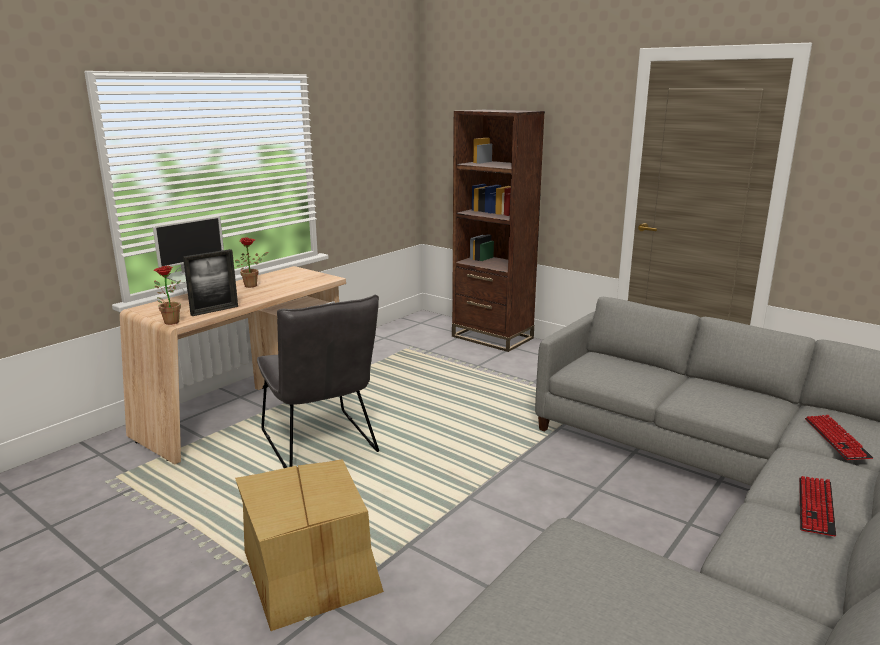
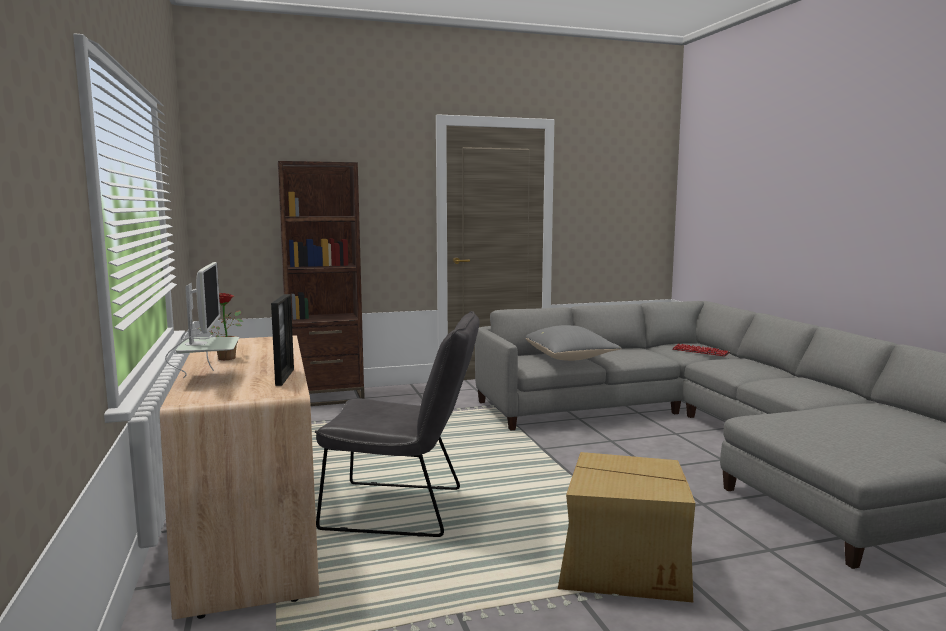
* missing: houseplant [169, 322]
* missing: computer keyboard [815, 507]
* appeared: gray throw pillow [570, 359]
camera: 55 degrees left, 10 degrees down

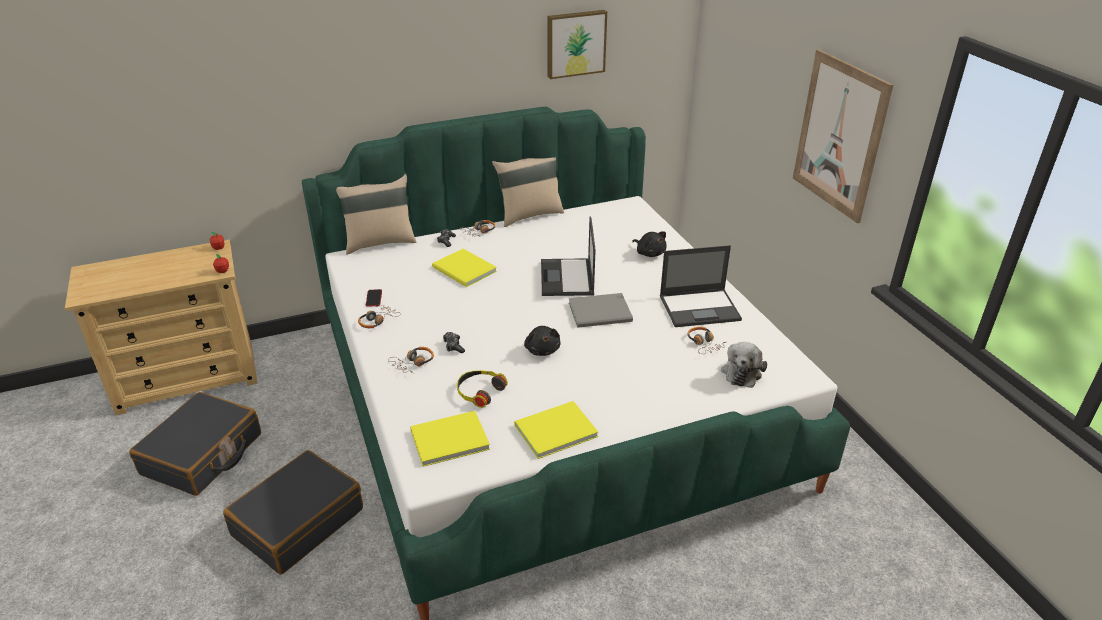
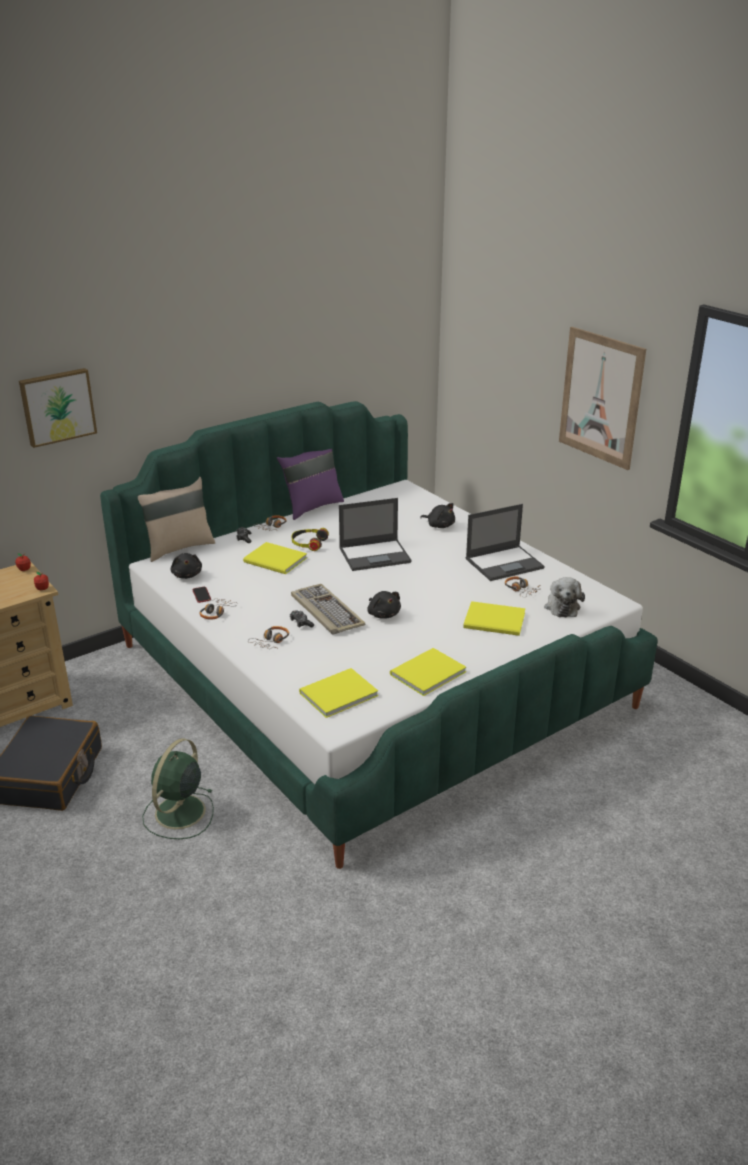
* relocated: wall picture [575, 43] to [57, 406]
* colour: beige throw pillow [529, 214] to purple-coloured throw pillow [312, 507]
* spun: laptop [567, 278] = [375, 555] 90 degrees counterclockwise
* missing: gray book [602, 313]
* relocated: pair of headphones [479, 391] to [308, 543]
* exchanged: black suitcase [298, 522] to greenish fan [179, 813]
* appeared: black plush toy [187, 575]
* appeared: computer keyboard [325, 611]
* appeared: yellow book [496, 621]
camera: 15 degrees left, 5 degrees down

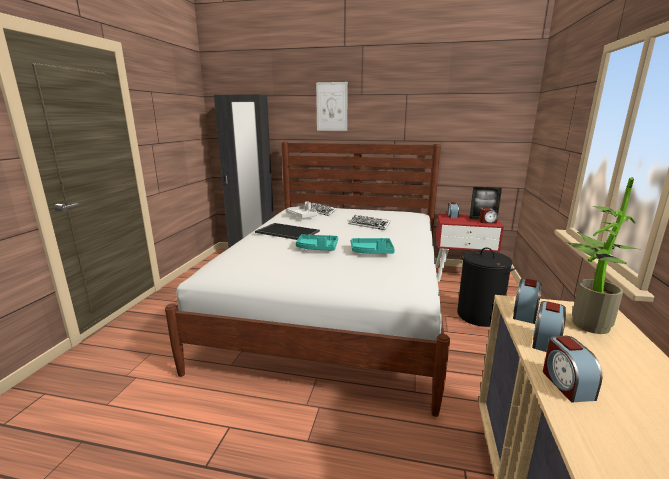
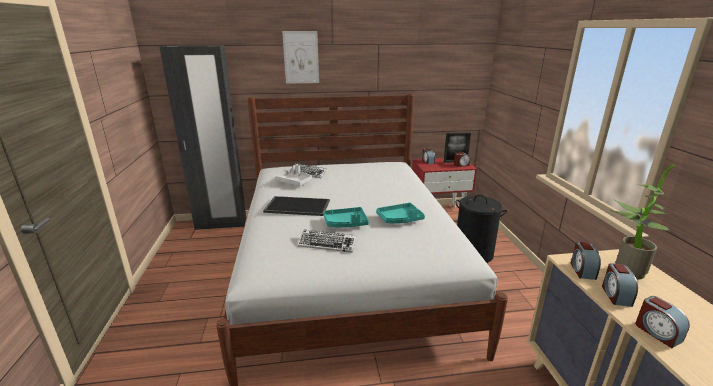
* relocated: computer keyboard [369, 225] to [327, 244]
camera: 20 degrees left, 5 degrees up

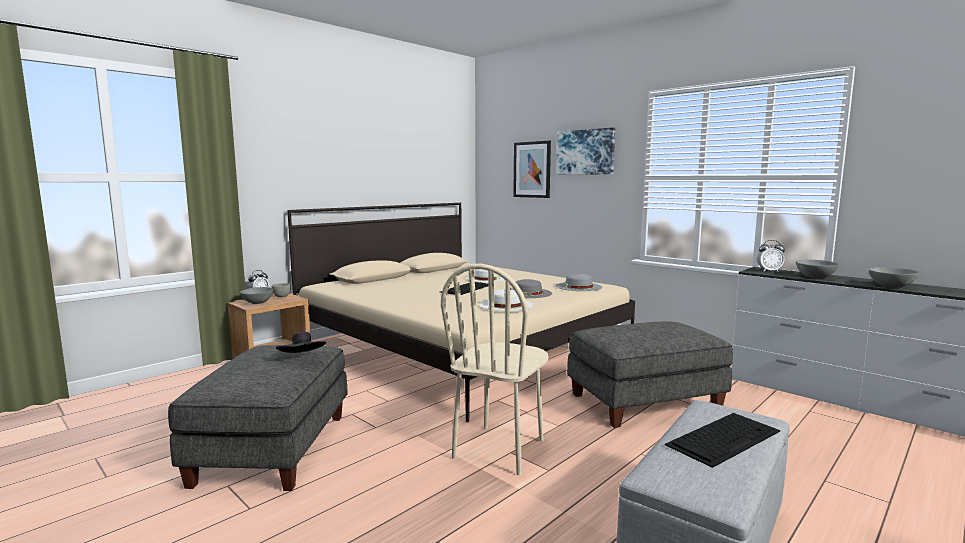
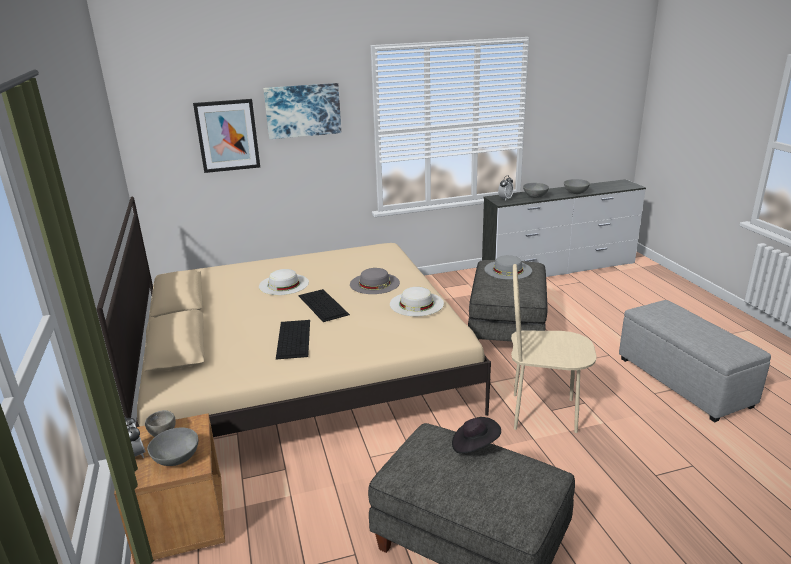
* spun: beige upright chair [499, 449] = [543, 413] 135 degrees clockwise
* relocated: gray hat [578, 286] to [508, 270]
* relocated: computer keyboard [724, 437] to [293, 338]
camera: 60 degrees left, 15 degrees up

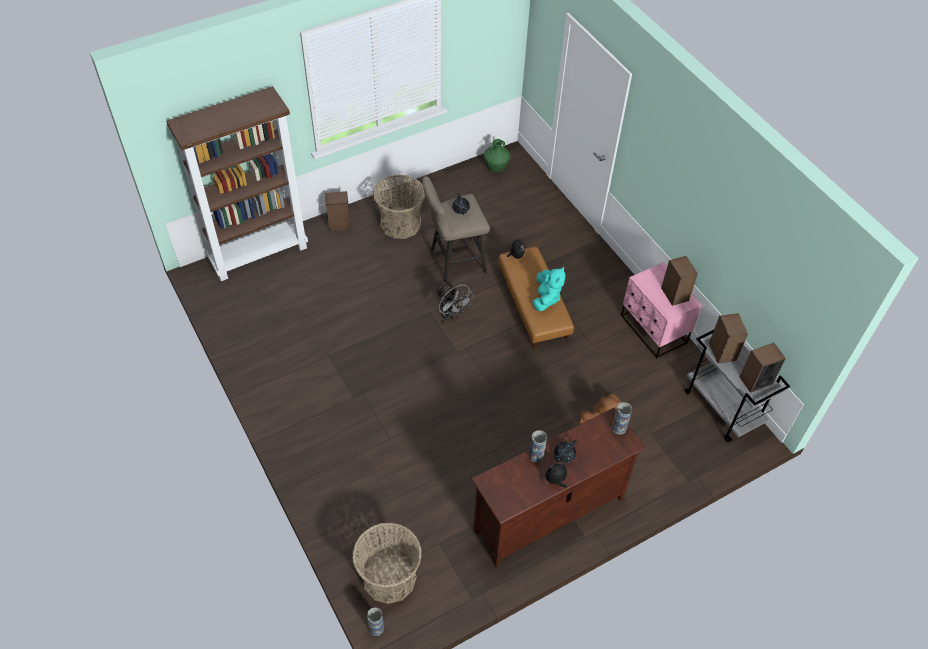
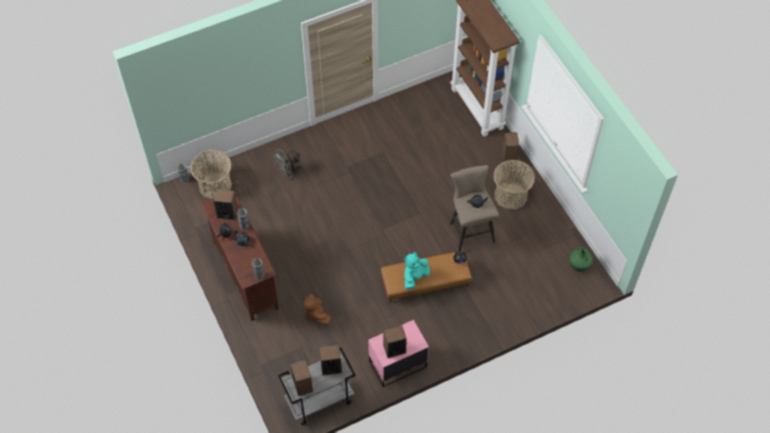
* spun: turquoise plush toy [546, 298] = [415, 277] 120 degrees clockwise
* relocated: gray fan [451, 316] to [289, 173]
* appeared: speaker [227, 213]
camera: 95 degrees right, 5 degrees up

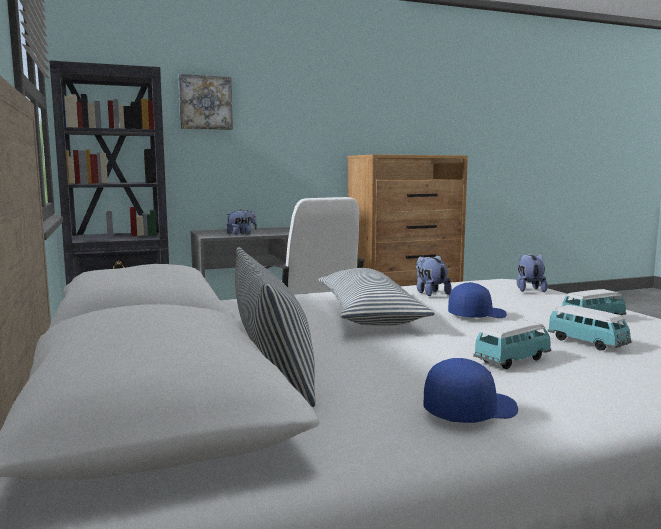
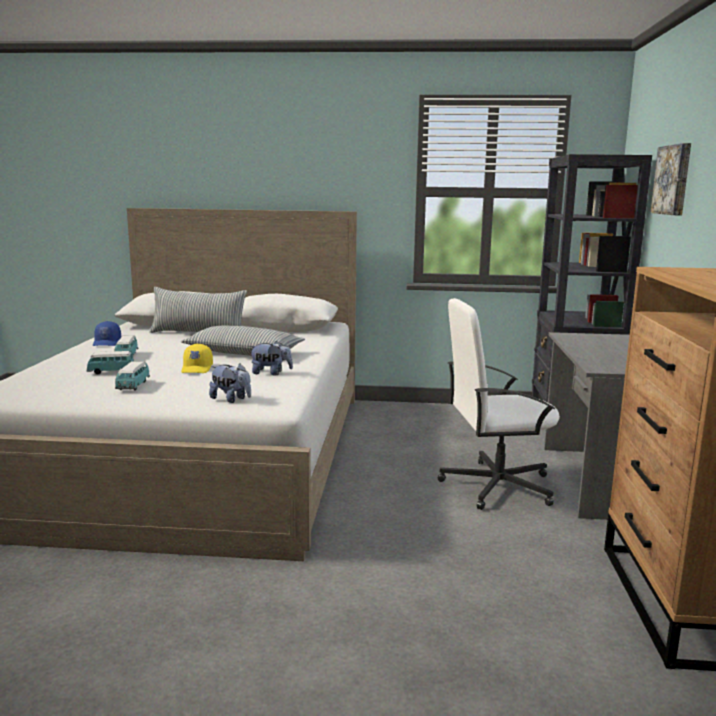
* missing: plush toy [242, 234]
* colour: bluish cap [476, 315] to yellow cap [197, 368]
camera: 115 degrees right, 5 degrees up

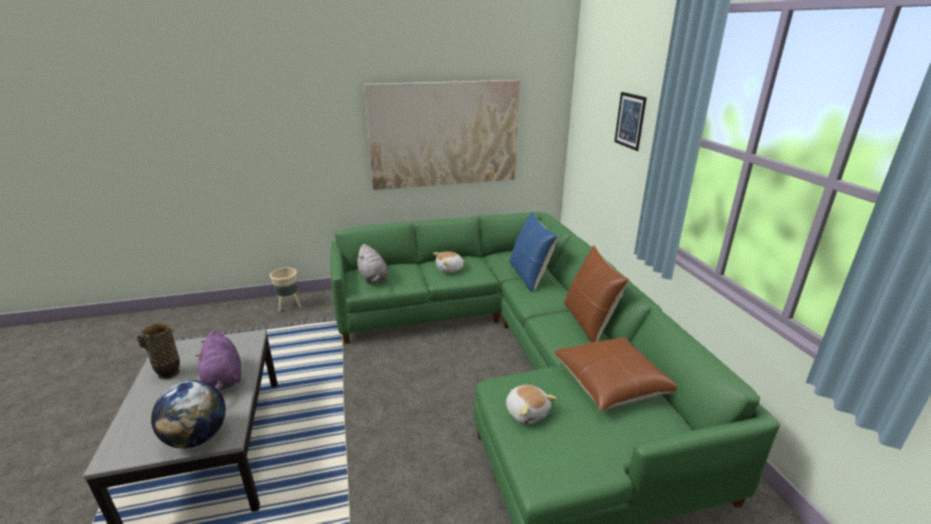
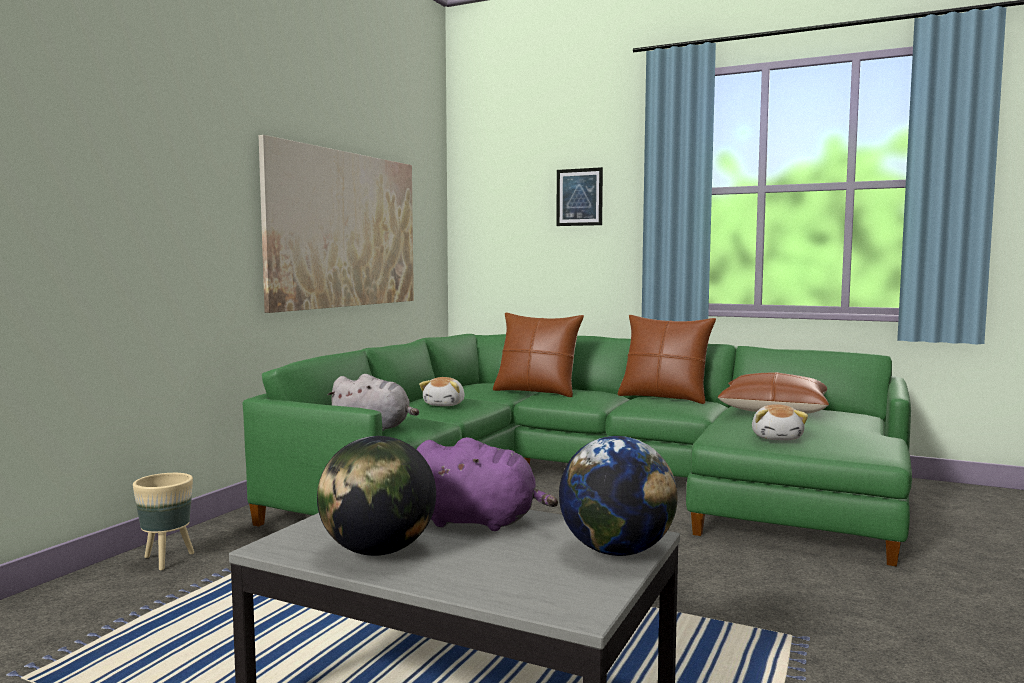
* colour: bluish throw pillow [529, 276] to brown throw pillow [536, 392]
* exchanged: flower vase [169, 373] to globe [378, 551]
* spun: plush toy [527, 412] = [777, 438] 90 degrees clockwise
camera: 50 degrees left, 20 degrees down

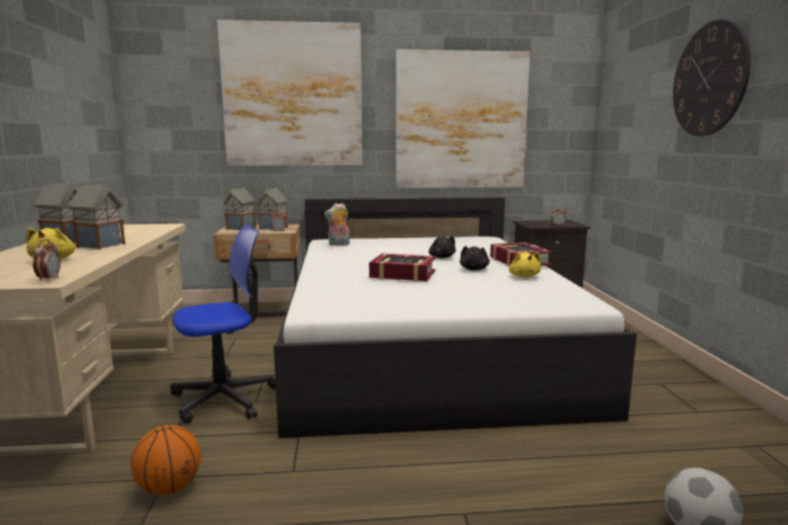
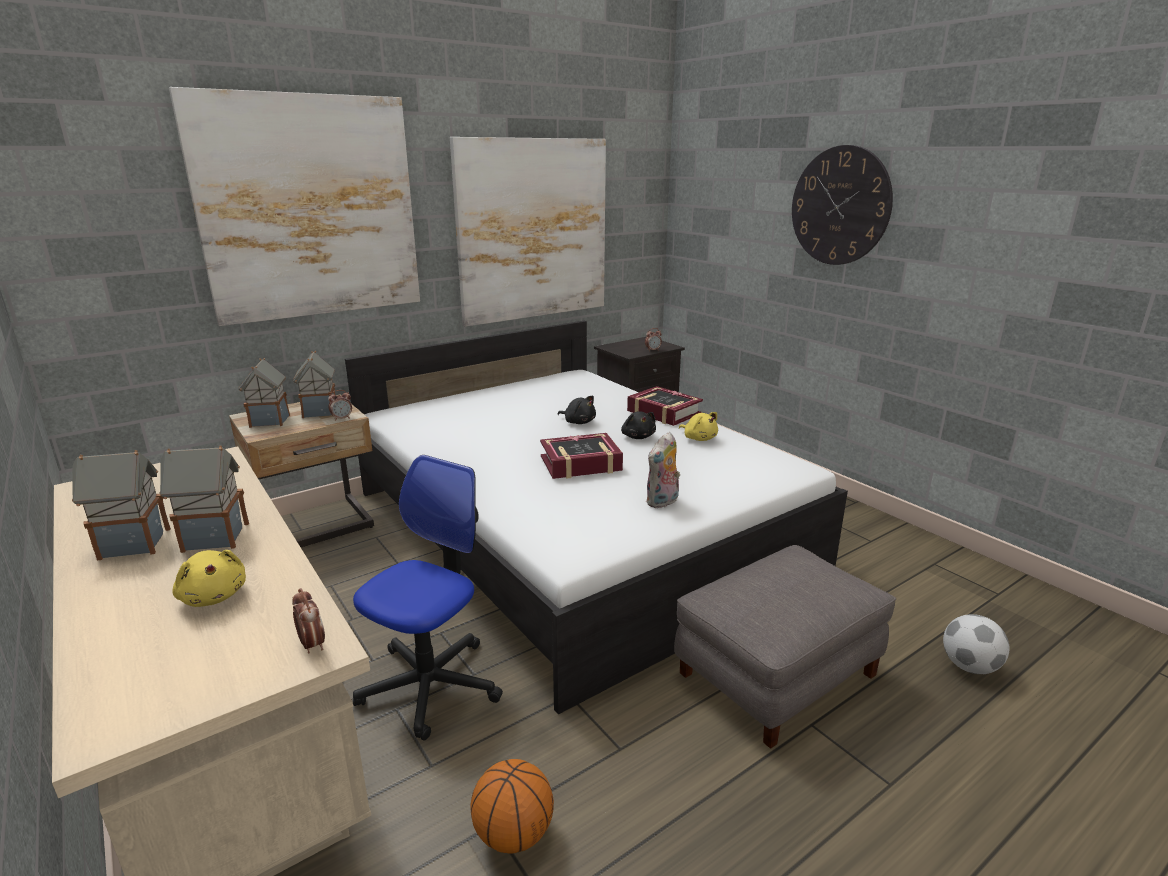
* relocated: plush toy [338, 245] to [663, 502]
* appeared: gray ottoman [776, 673]
camera: 30 degrees left, 10 degrees up

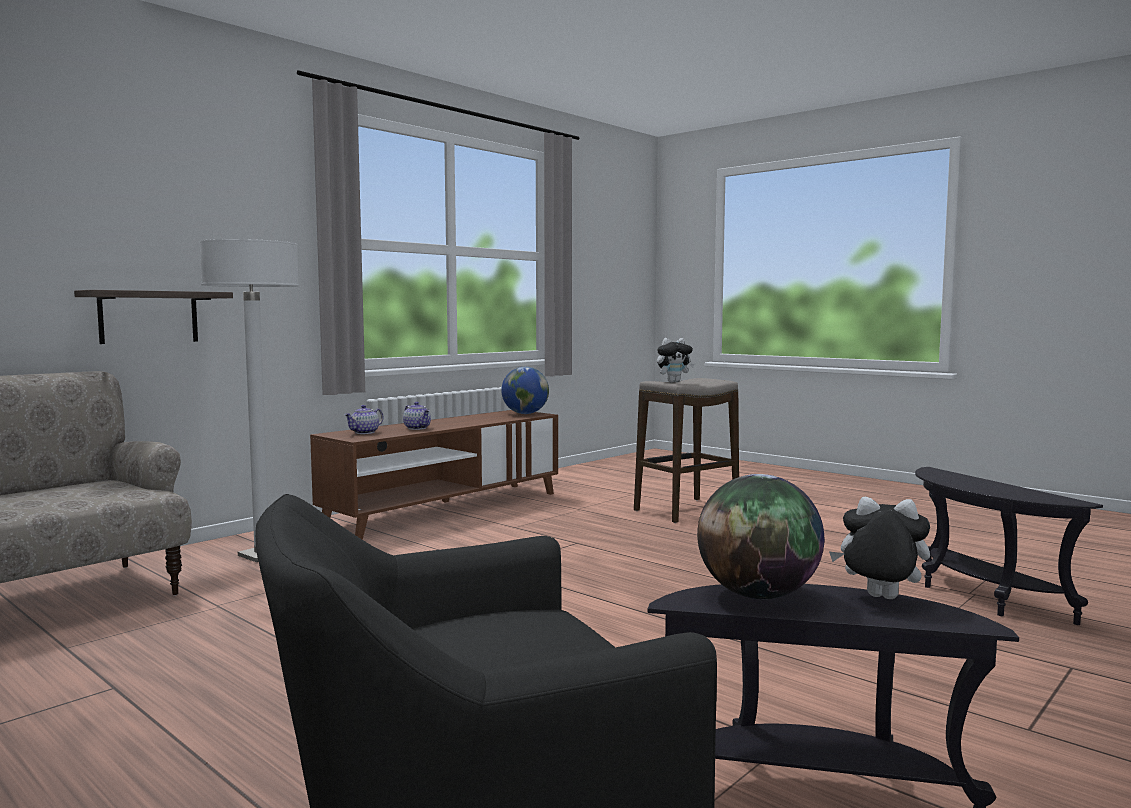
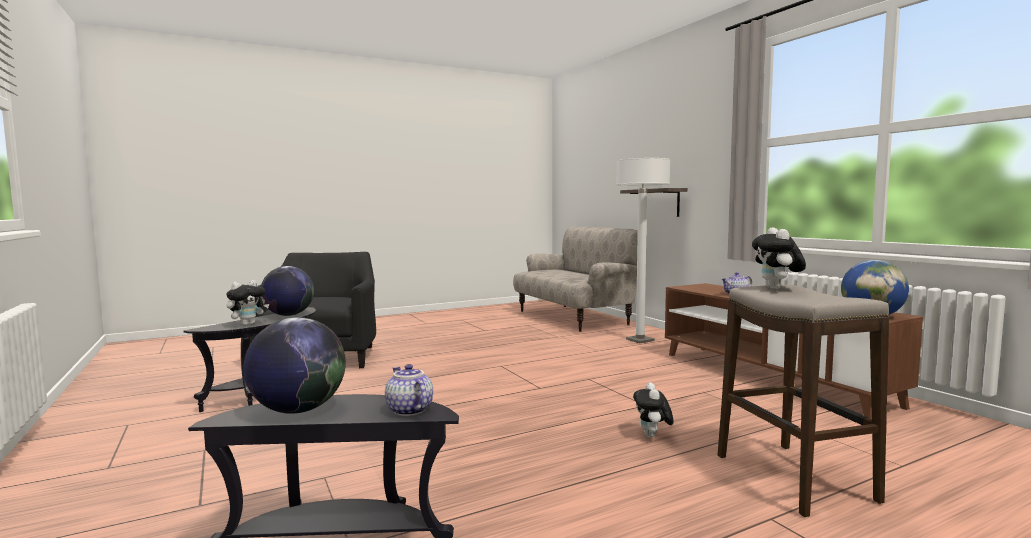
* relocated: teapot [364, 432] to [408, 410]
* appeared: globe [298, 410]
* appeared: plush toy [652, 436]
camera: 110 degrees right, 0 degrees up

